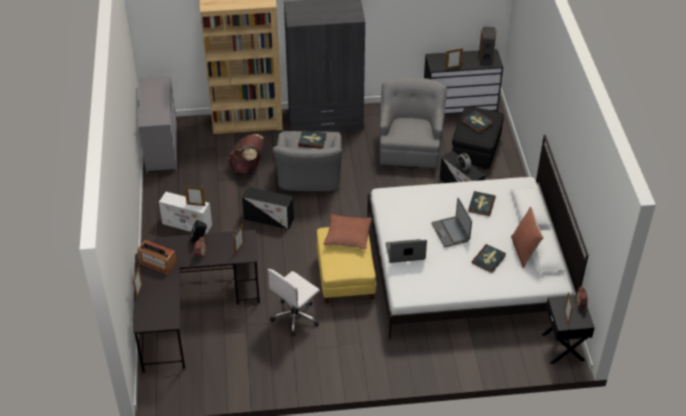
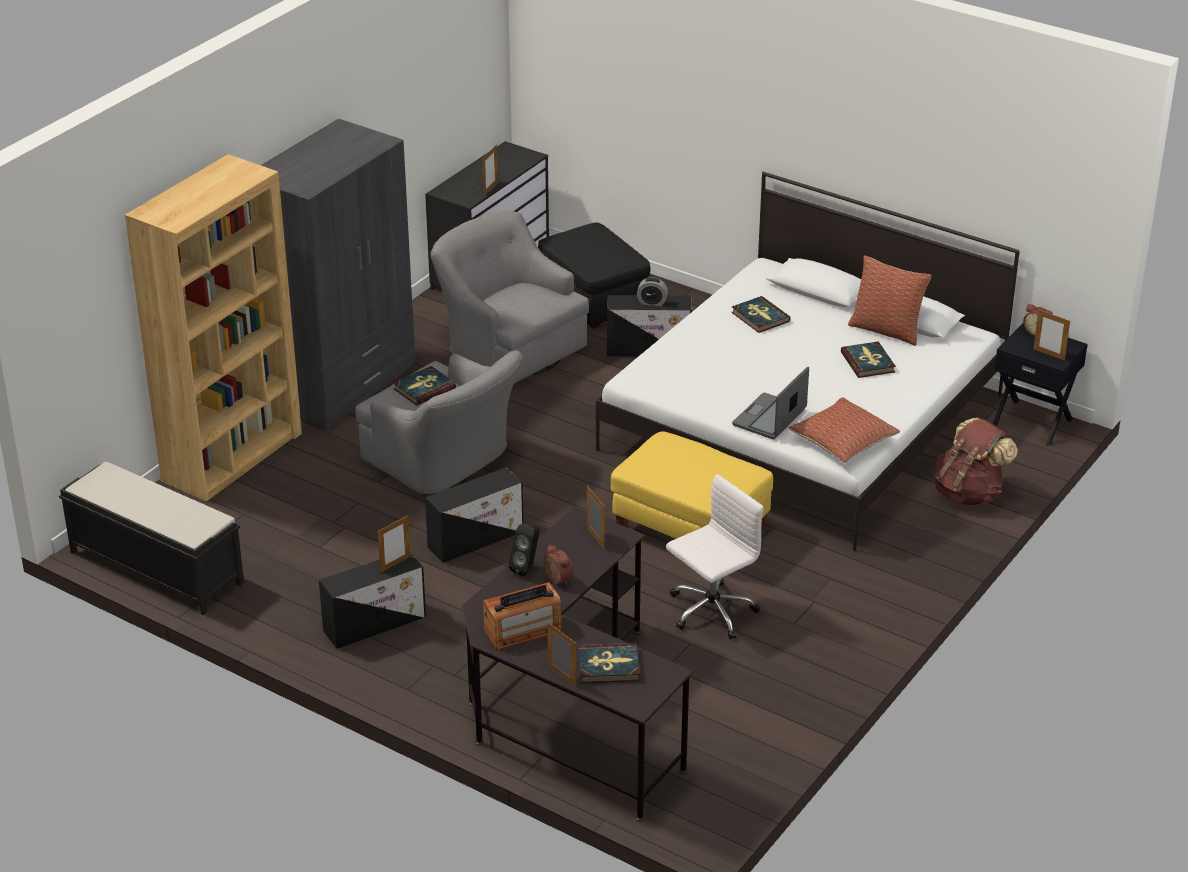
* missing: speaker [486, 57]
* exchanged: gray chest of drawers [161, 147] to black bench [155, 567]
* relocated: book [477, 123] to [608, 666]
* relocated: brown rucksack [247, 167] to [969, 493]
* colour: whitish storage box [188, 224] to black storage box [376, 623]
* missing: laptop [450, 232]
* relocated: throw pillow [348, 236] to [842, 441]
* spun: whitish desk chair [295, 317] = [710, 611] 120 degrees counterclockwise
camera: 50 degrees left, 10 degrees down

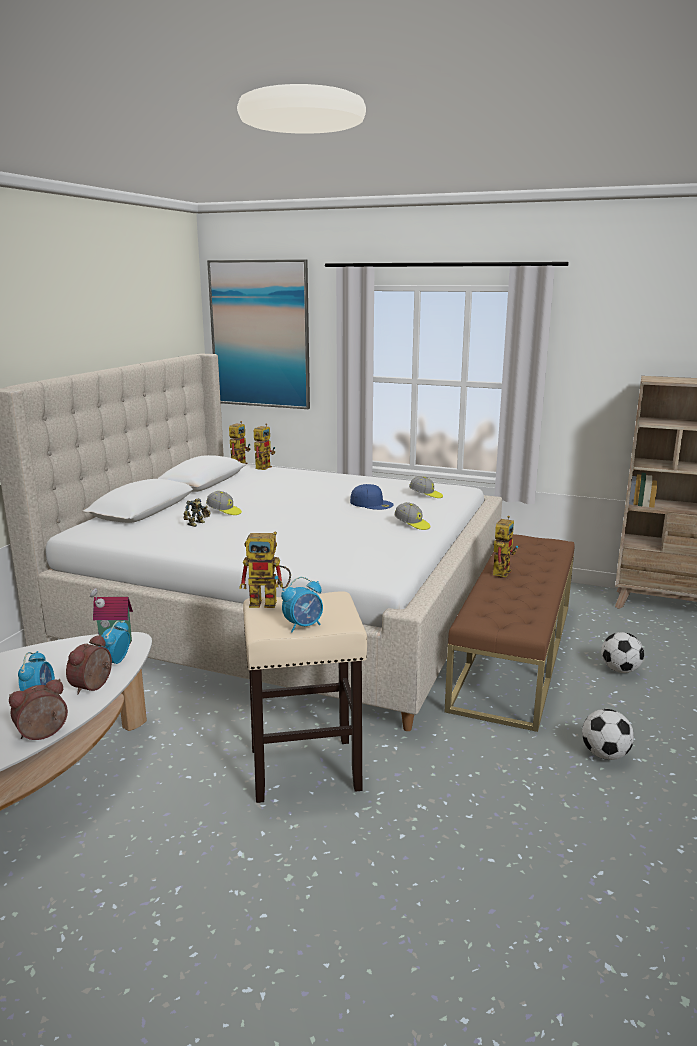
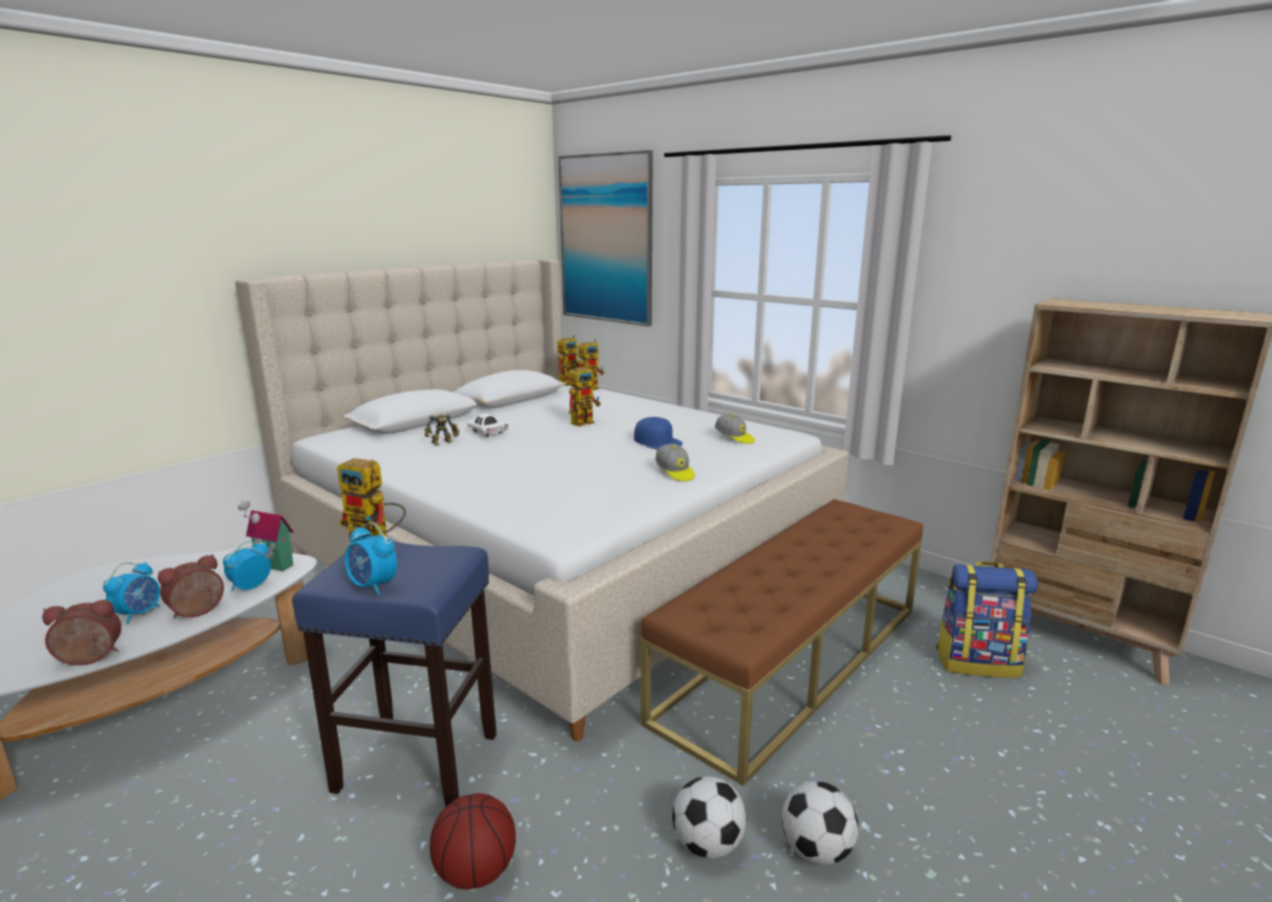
* exchanged: cap [224, 511] to whitish toy car [487, 432]
* relocated: model robot [501, 570] to [585, 421]
* spun: table clock [303, 626] = [373, 586] 45 degrees clockwise
* colour: beige sitting stool [306, 769] to bluish sitting stool [419, 761]
* relocated: football [620, 670] to [708, 845]
* appeared: rucksack [977, 662]
* appeared: ball for basketball [476, 872]
camera: 20 degrees right, 0 degrees up

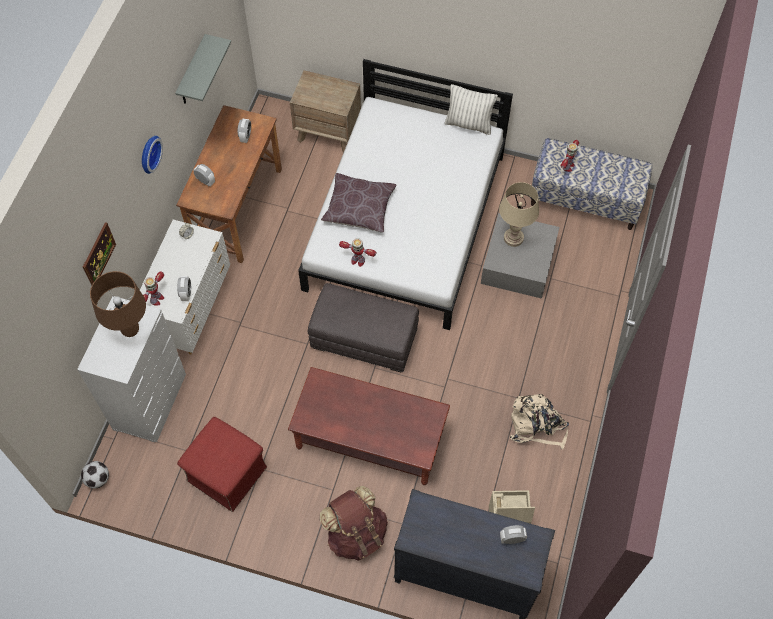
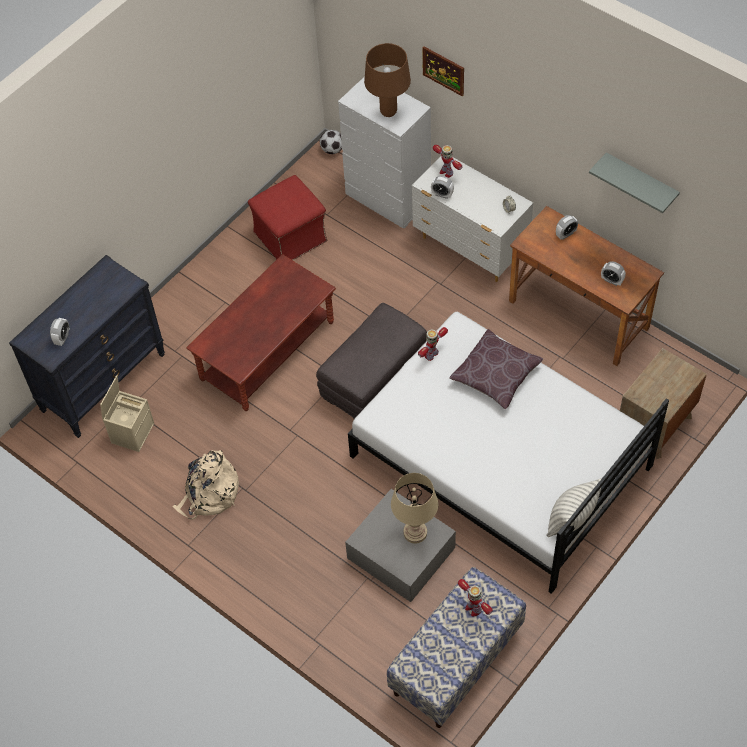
* missing: clock on the wall [148, 153]
* missing: brown rucksack [356, 534]
camera: 115 degrees right, 5 degrees down

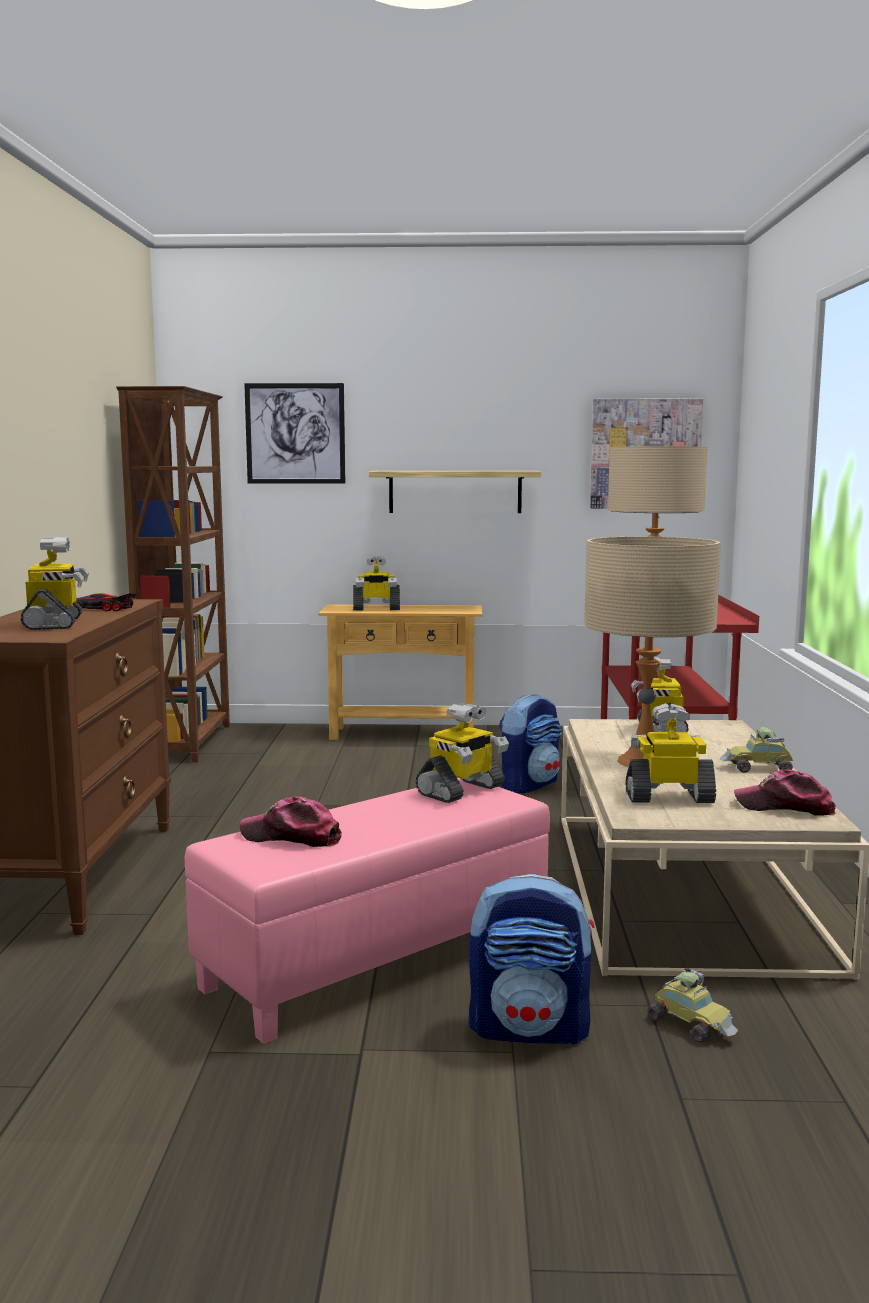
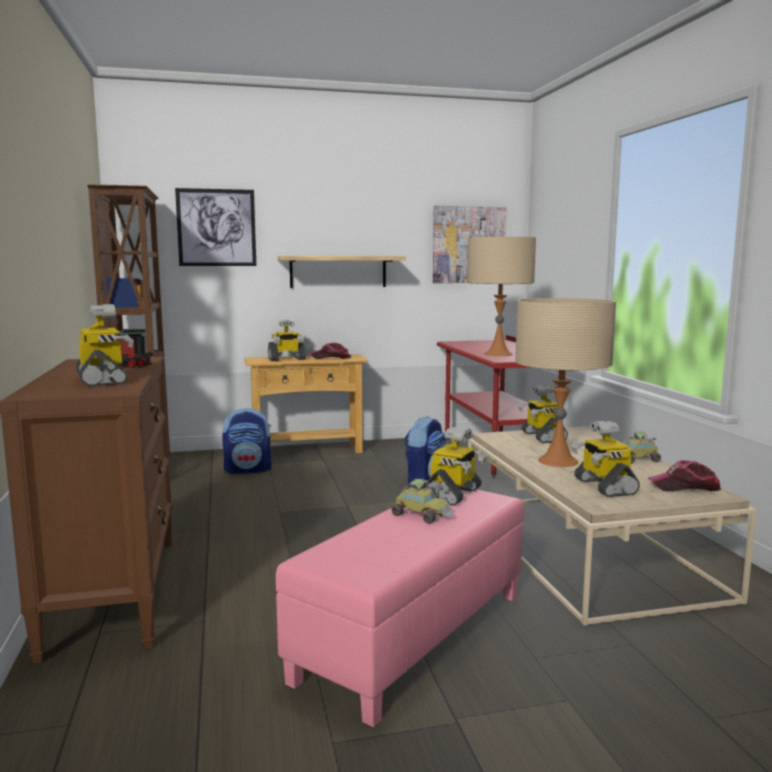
* spun: model robot [669, 797] = [603, 486] 90 degrees counterclockwise
* relocated: cap [291, 837] to [331, 357]
* relocated: rucksack [530, 1029] to [248, 470]
* relocated: toy car [691, 1023] to [421, 515]
camera: 15 degrees left, 0 degrees up

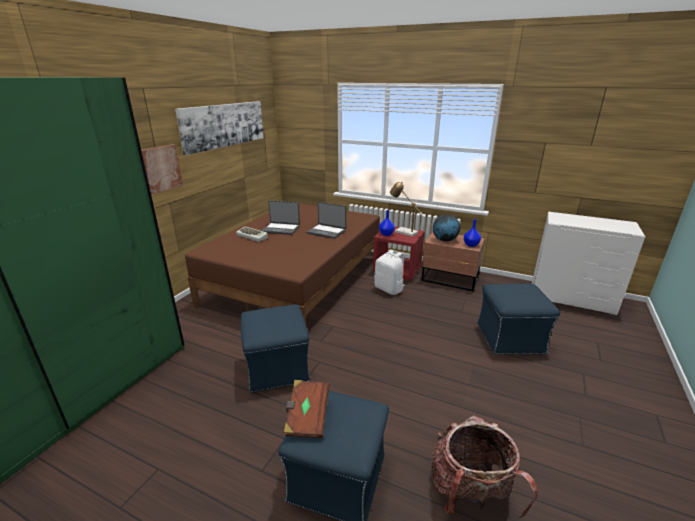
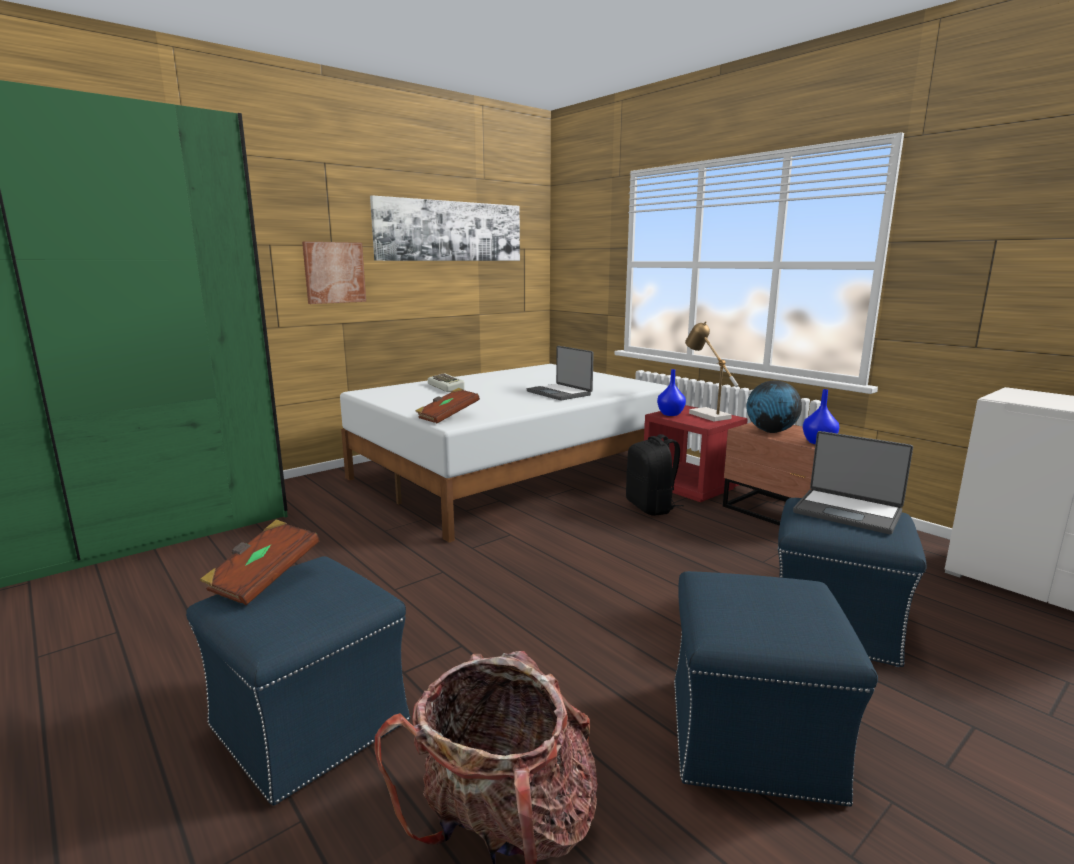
* relocated: laptop [281, 229] to [848, 512]
* colour: brown bed [297, 280] to whitish bed [513, 473]
* colour: whitish rucksack [389, 289] to black rucksack [651, 507]
* relocated: bluish ottoman [277, 368] to [752, 738]
* appeared: brown book [447, 417]
camera: 25 degrees right, 10 degrees down

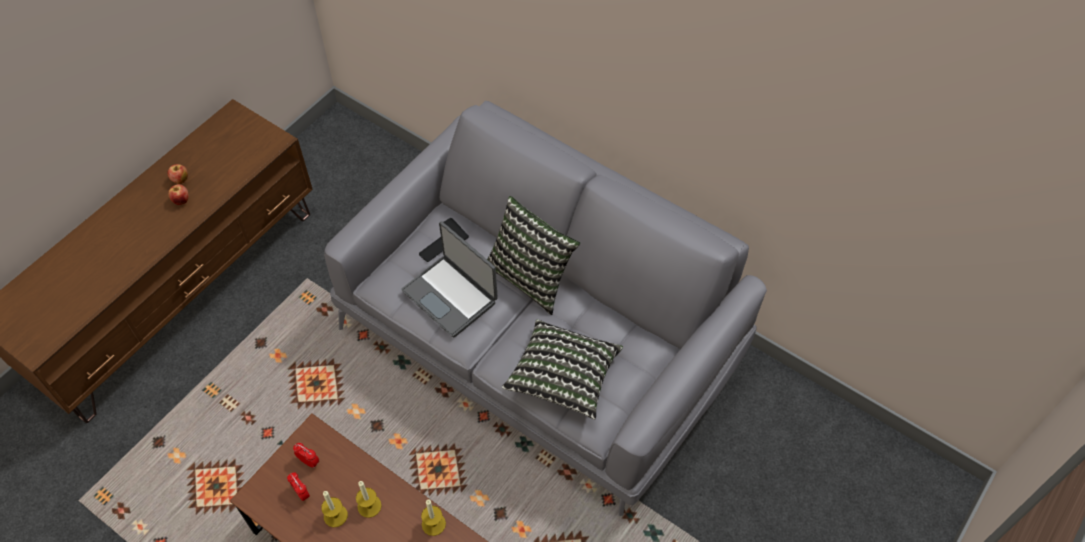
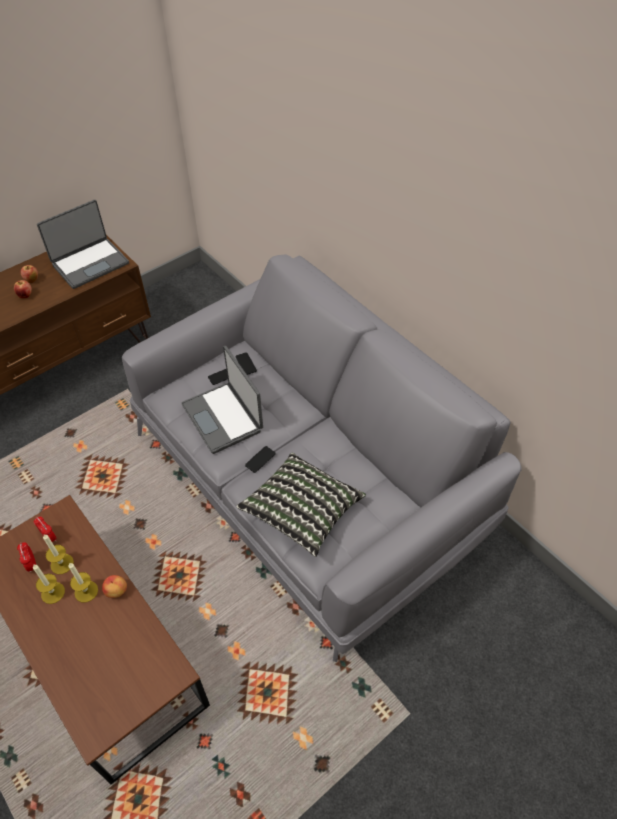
* missing: throw pillow [531, 276]
* relocated: candle [433, 524] to [62, 564]
* appeared: laptop [90, 263]
* appeared: telephone [260, 459]
* appeared: whole apple [116, 591]
camera: 15 degrees right, 5 degrees down

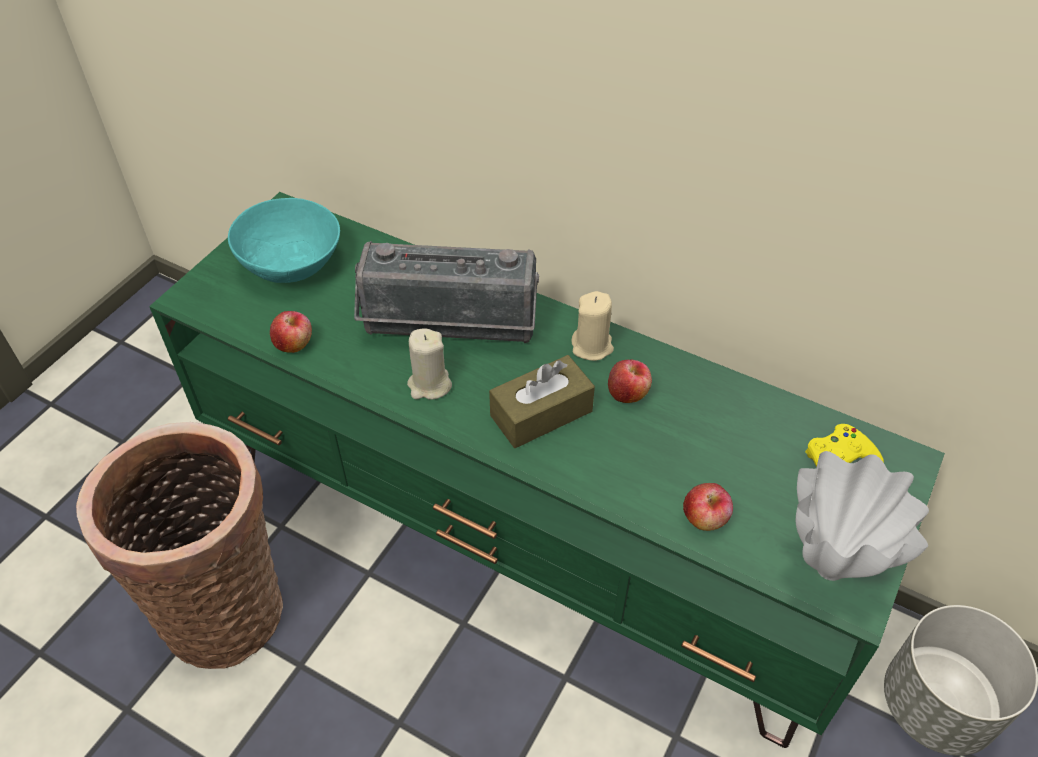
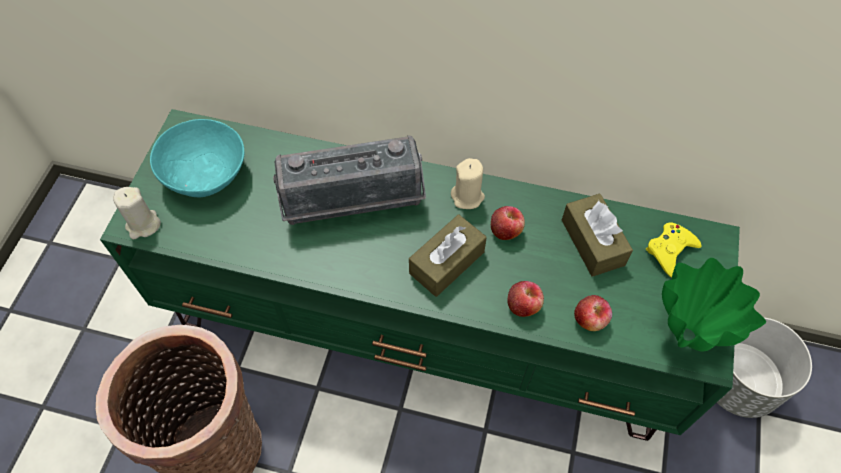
* relocated: whole apple [294, 344] to [523, 305]
* relocated: beige candle [429, 385] to [143, 225]
* colour: whitish flower vase [832, 567] to greenish flower vase [686, 335]
* appeared: brown tissue box [592, 242]
camera: 15 degrees left, 10 degrees up

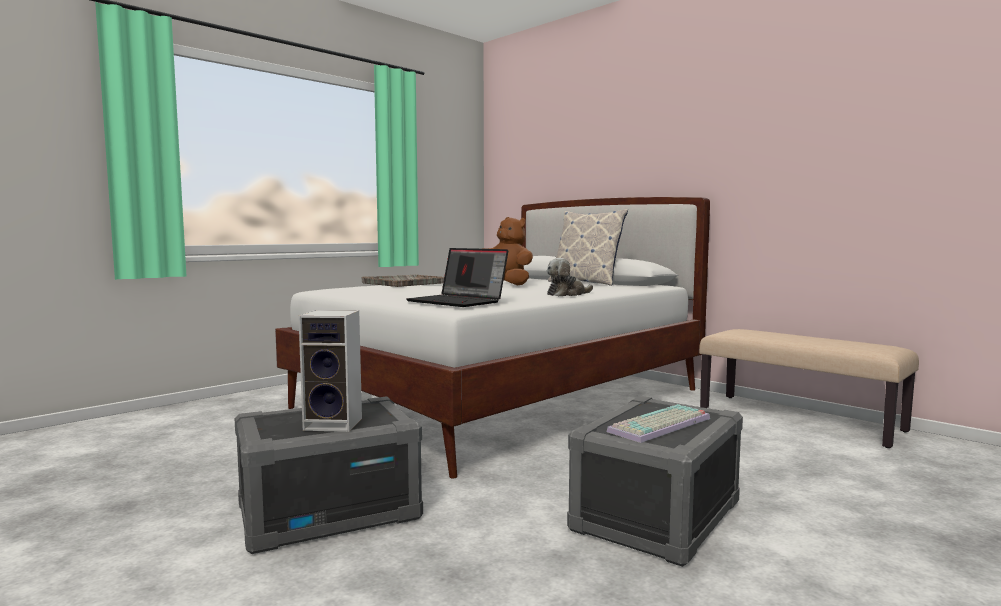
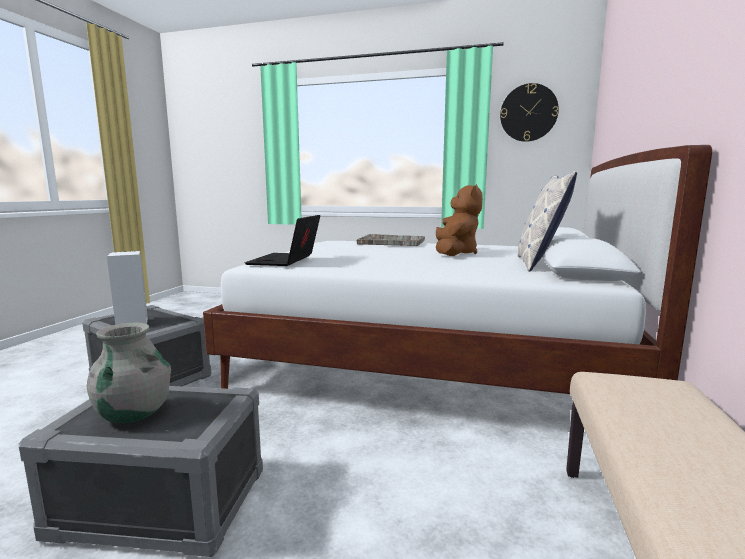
* missing: plush toy [567, 294]
* exchanged: computer keyboard [661, 426] to gray flower vase [134, 414]
* appeared: clock on the wall [528, 113]
camera: 60 degrees right, 5 degrees up

